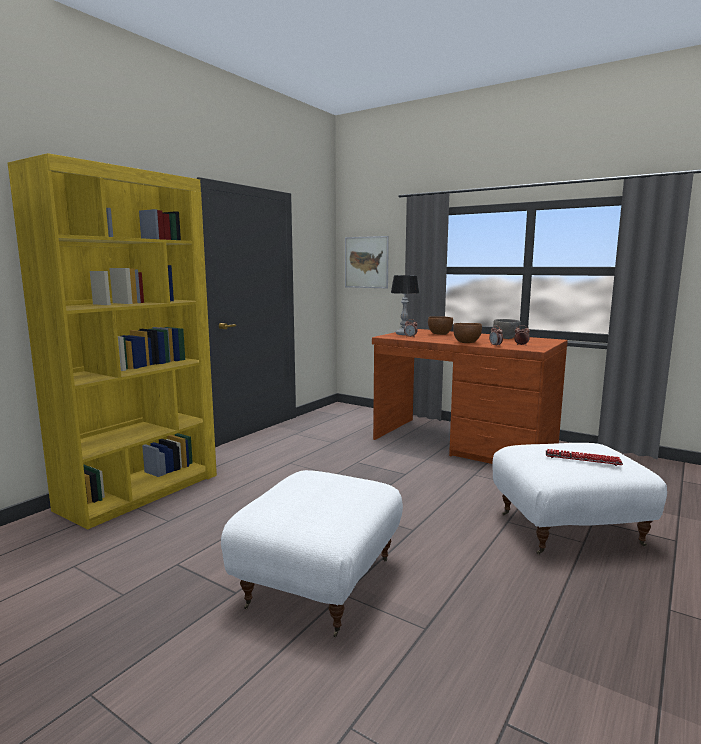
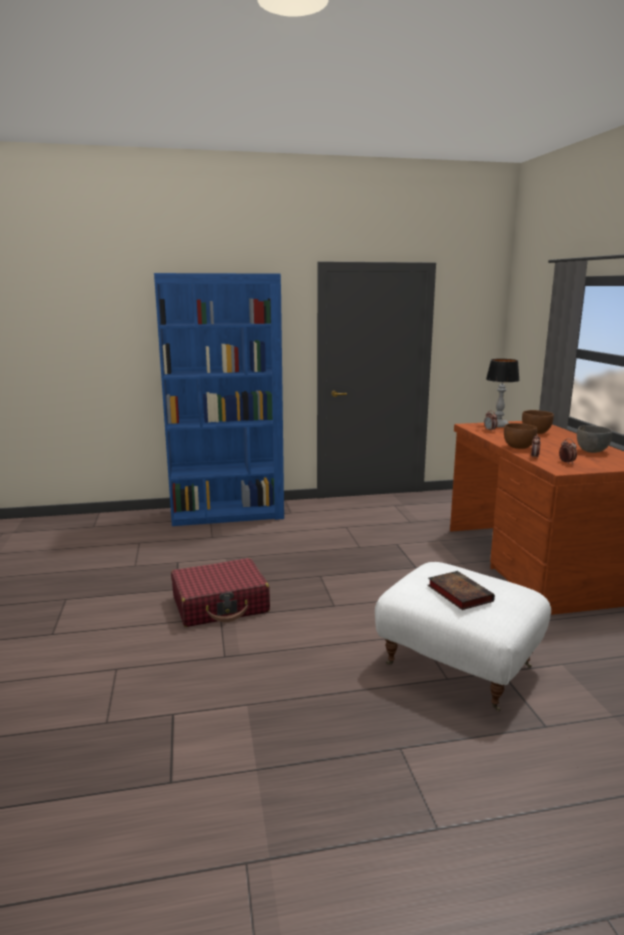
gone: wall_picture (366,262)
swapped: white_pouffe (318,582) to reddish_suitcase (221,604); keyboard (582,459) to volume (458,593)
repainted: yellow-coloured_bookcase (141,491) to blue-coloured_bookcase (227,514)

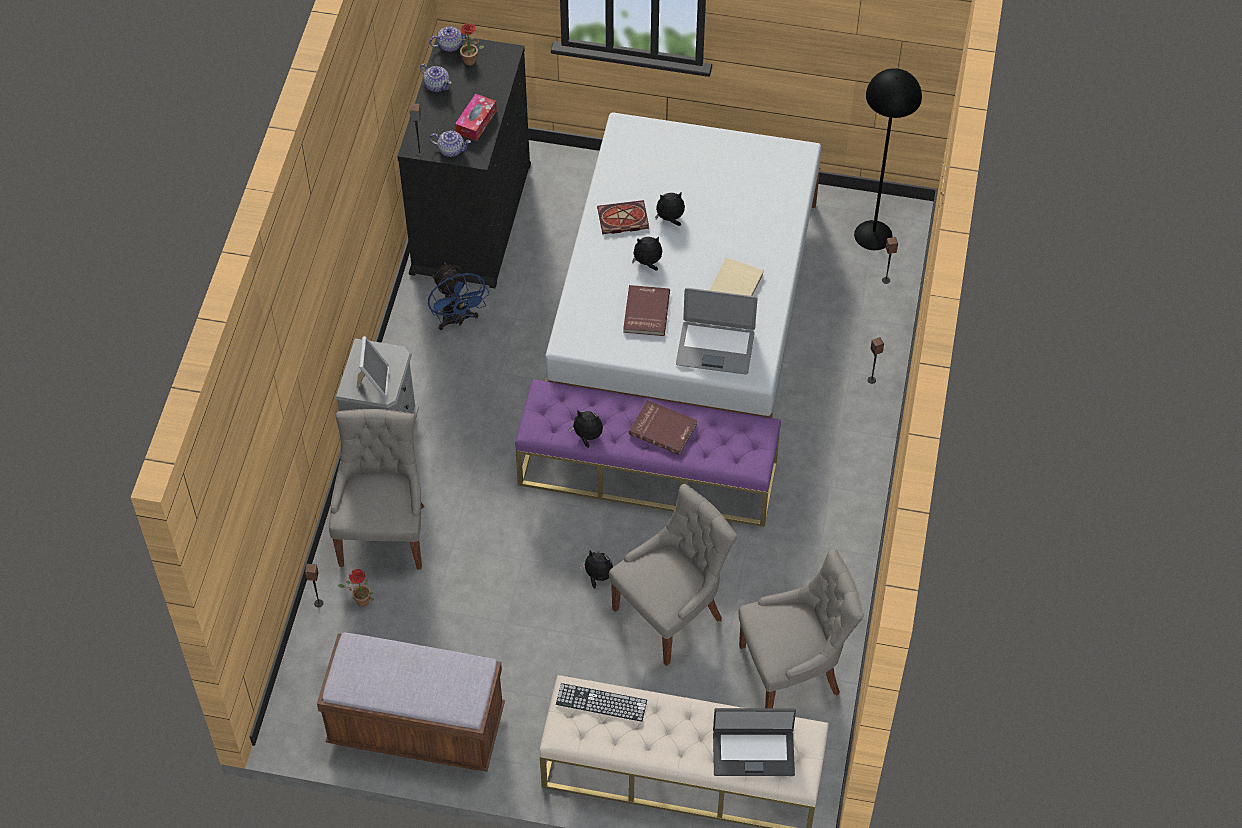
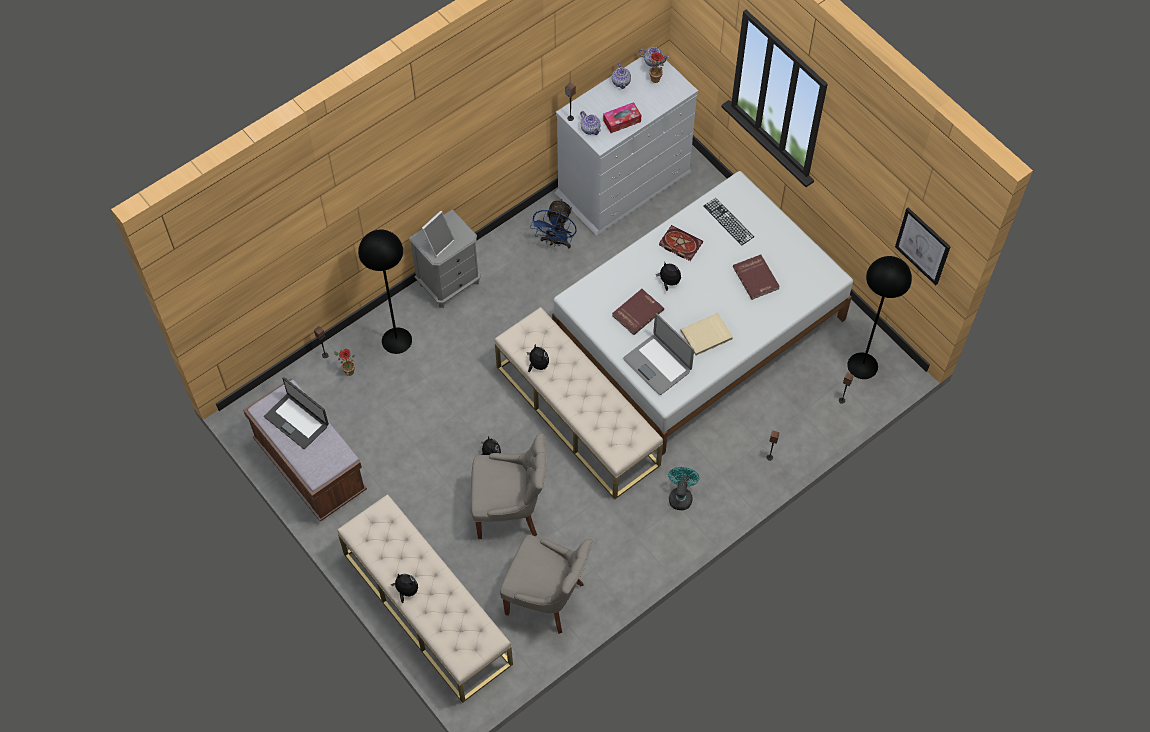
new: blue-green_fan (680,495); wall_picture (923,246)
shifted: laptop (753,752) to (297,420); cuddly_toy (670,218) to (406,591); keyboard (601,702) to (728,221); reddish_volume (663,428) to (756,278)
swapped: gray_chair (384,533) to blackish_standard_lamp (397,340)
repainted: purplish_long_seat (648,473) to sand-coloured_long_seat (577,415); blackish_chest_of_drawers (471,217) to white_chest_of_drawers (623,183)

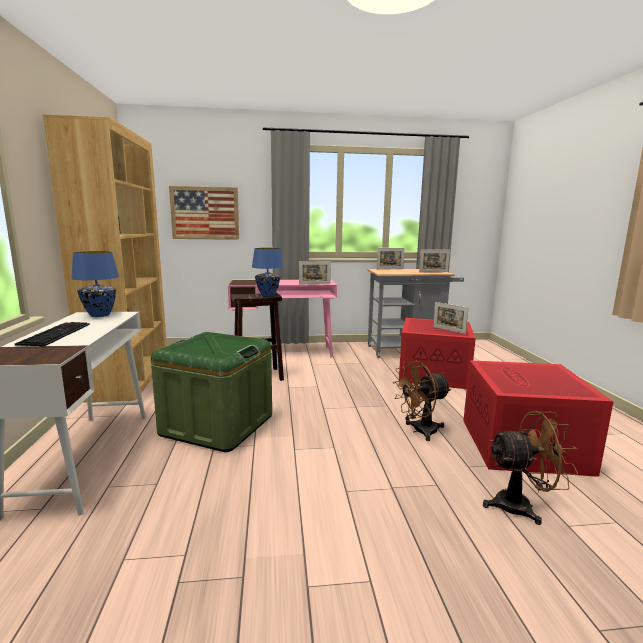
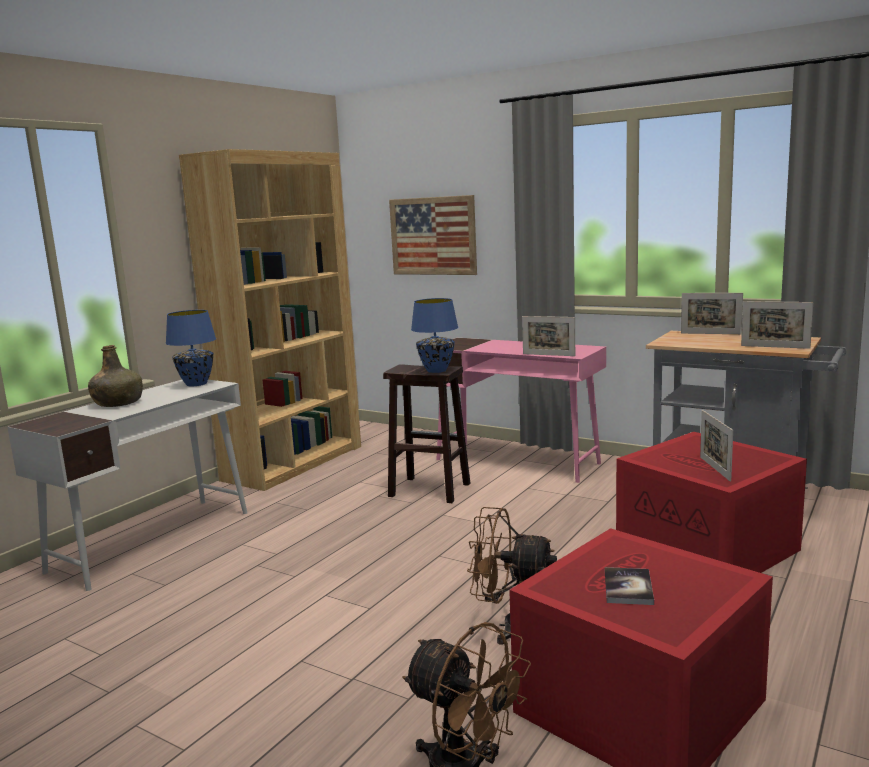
gone: green-coloured_storage_box (217,425)
new: volume (628,587)
swapped: keyboard (55,334) to green-coloured_drink_bottle (118,403)

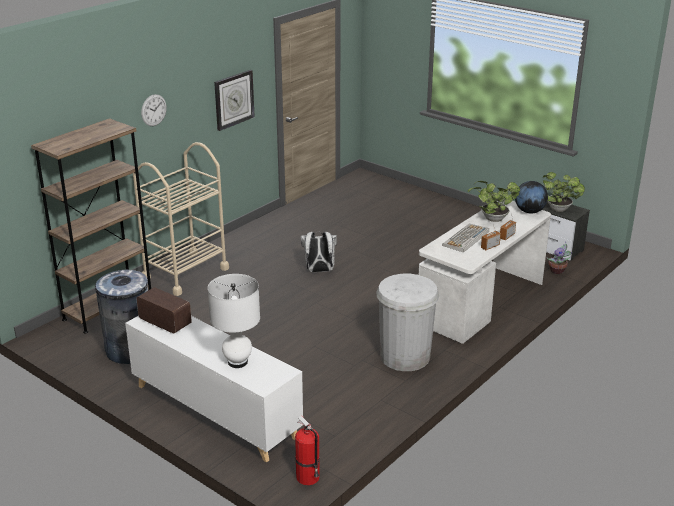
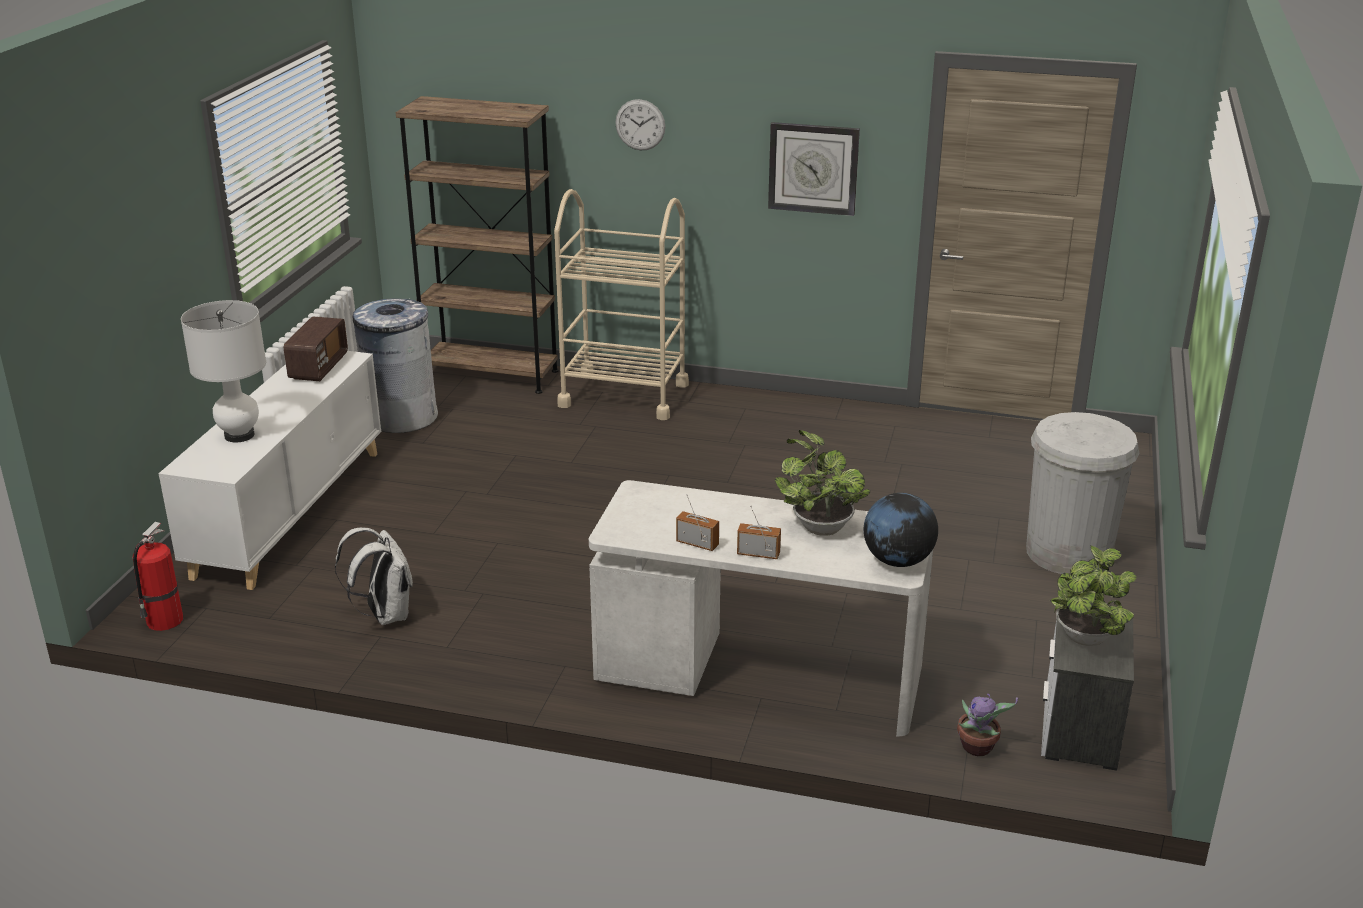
gone: keyboard (466,239)
shifted: white_backpack (319,271) to (384,615); white_rubbish_bin (405,356) to (1068,553)

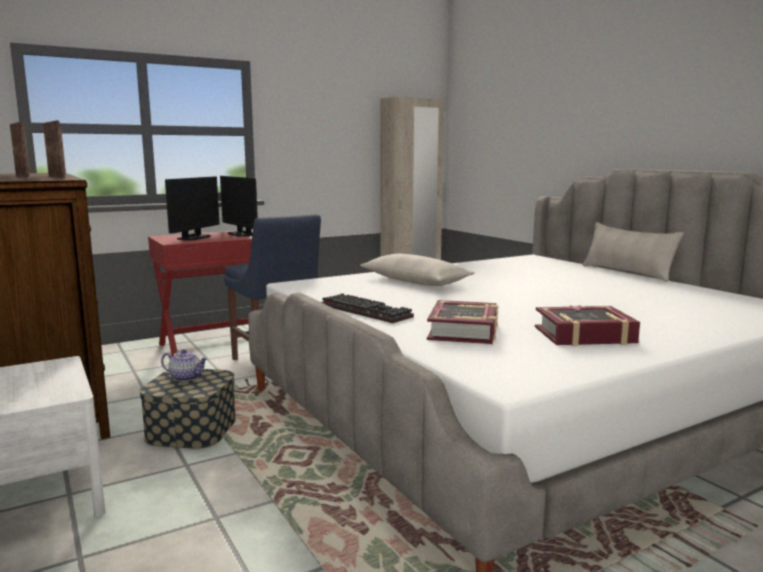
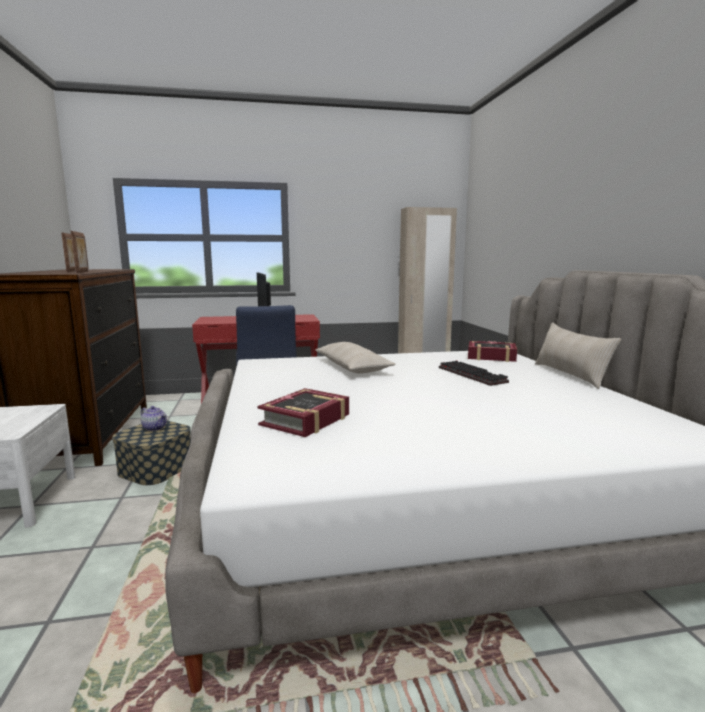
gone: computer_display (194,237)
shifted: keyboard (368,311) to (473,375); volume (584,335) to (491,357)

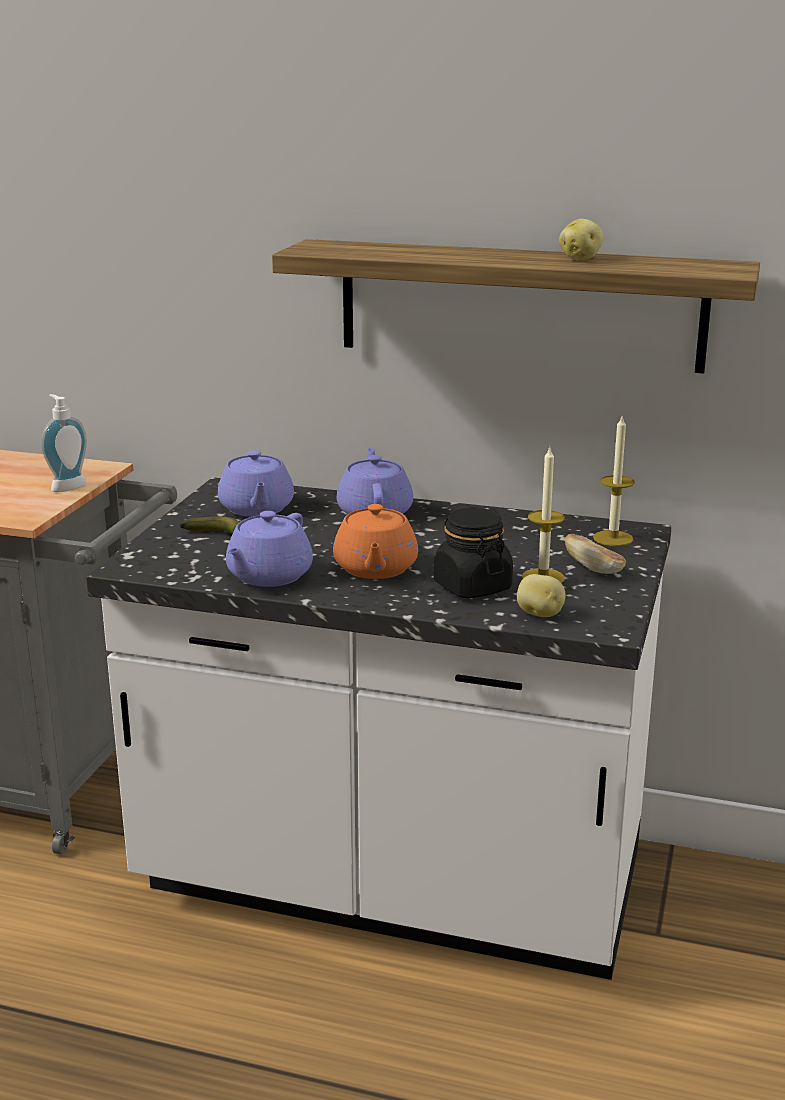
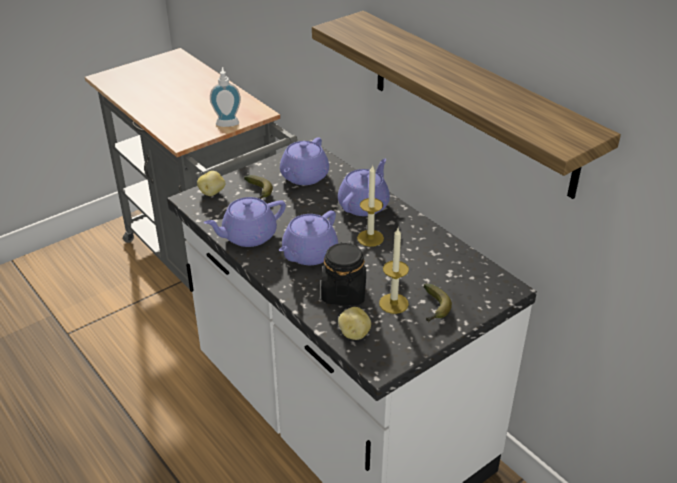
shifted: spud (581,258) to (212,193); candle (613,538) to (370,238)
swapped: bakery_bread (593,568) to banana_fruit (434,308)
repainted: orange-coloured_tea_pot (375,569) to purplish_tea_pot (309,254)

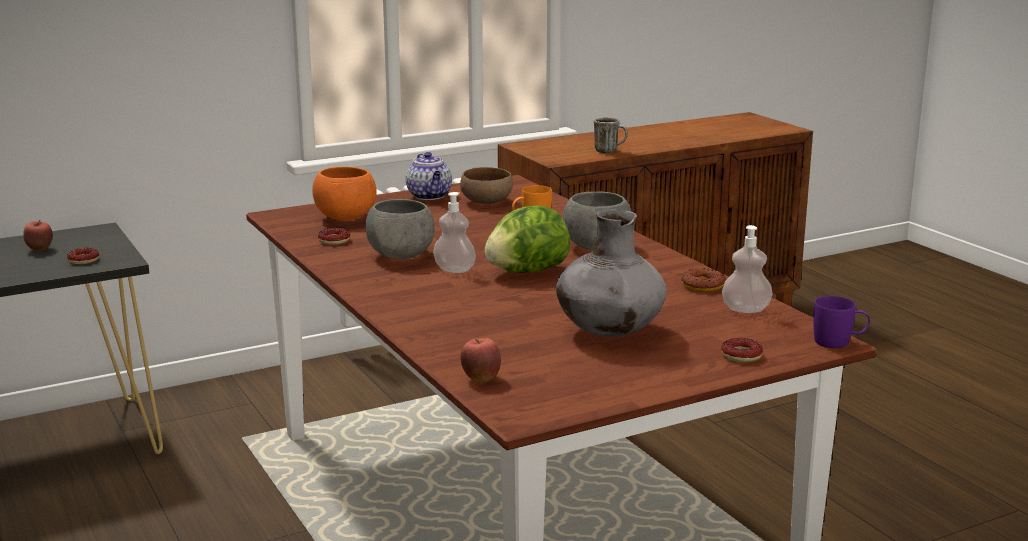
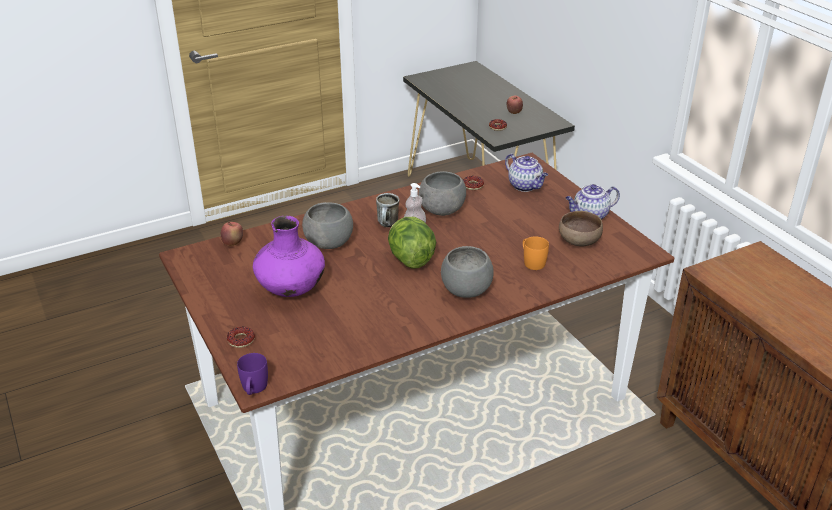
gone: ring_doughnut (703,285); soap_bottle (746,309)
new: gray_deep_dish (329,244)
shifted: tea_mug (610,151) to (388,225)
swapped: orange-coloured_deep_dish (345,217) to tea_pot (525,186)
repainted: gray_flower_vase (609,333) to purplish_flower_vase (291,289)

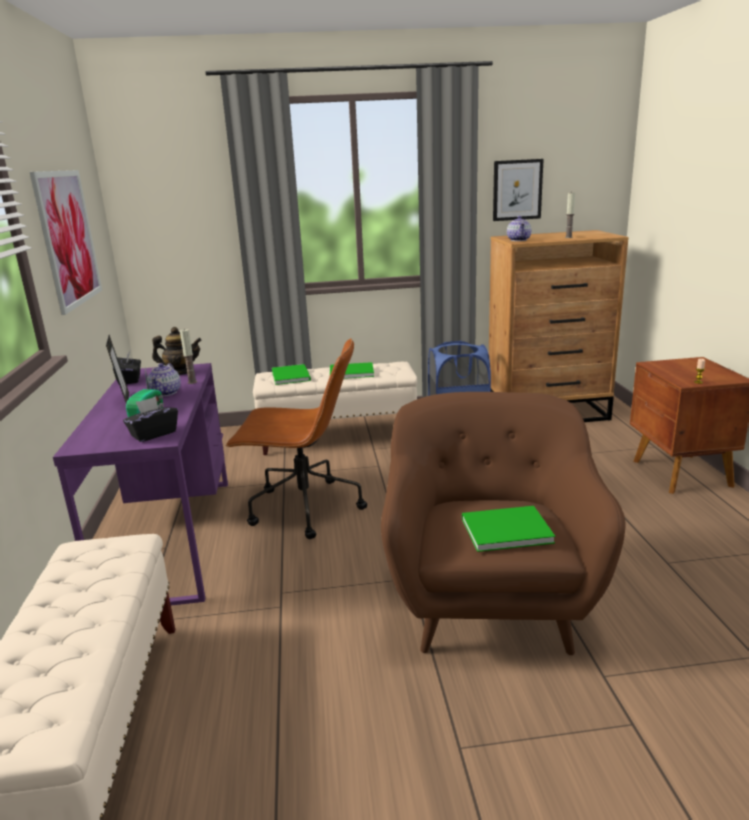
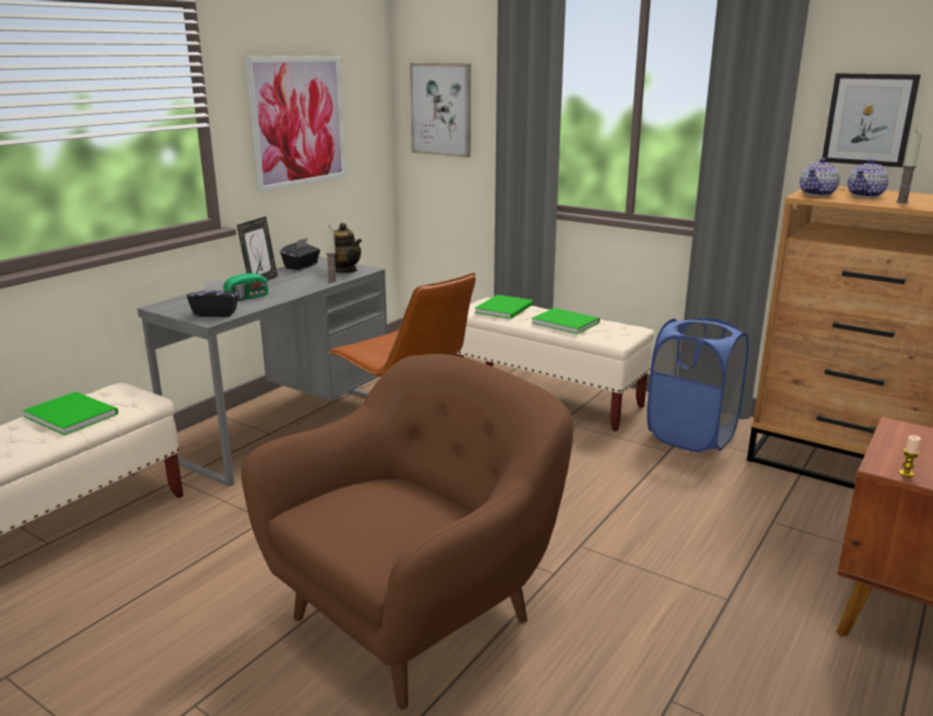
new: wall_picture (441,109)
shifted: green-coloured_volume (503,529) to (72,414); tea_pot (166,392) to (866,195)
repainted: purplish_desk_unit (172,538) to gray_desk_unit (285,427)

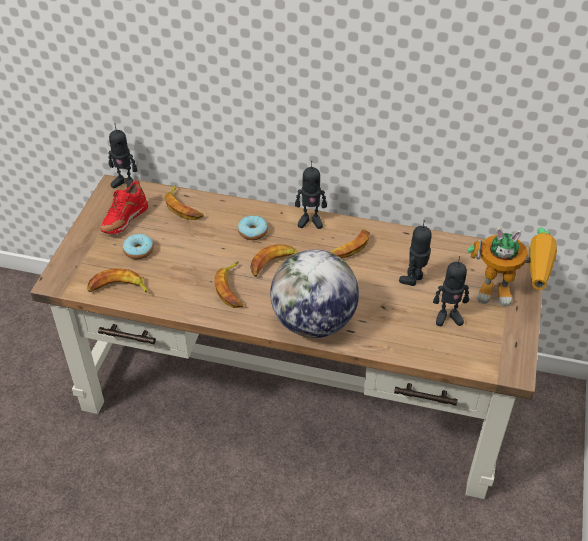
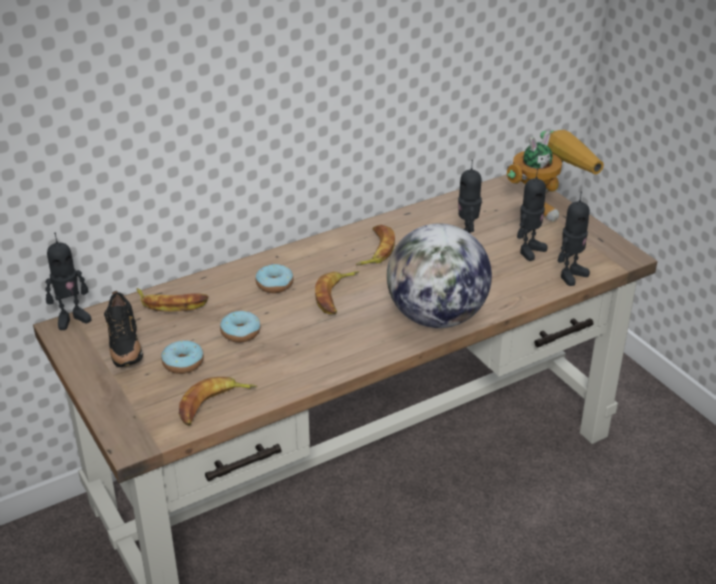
gone: banana_fruit (232,288)
new: ring_doughnut (240,333)
shifted: model_robot (310,221) to (570,275)
repainted: reddish_shoe (124,221) to blackish_shoe (125,349)

